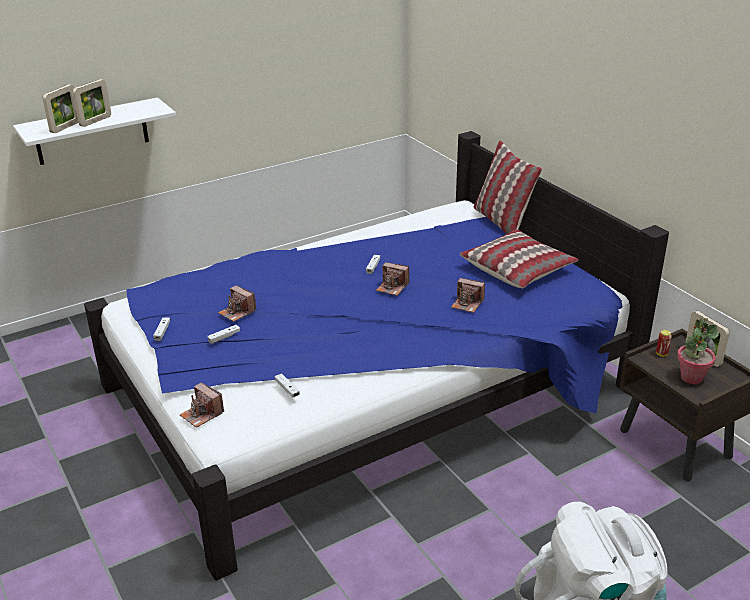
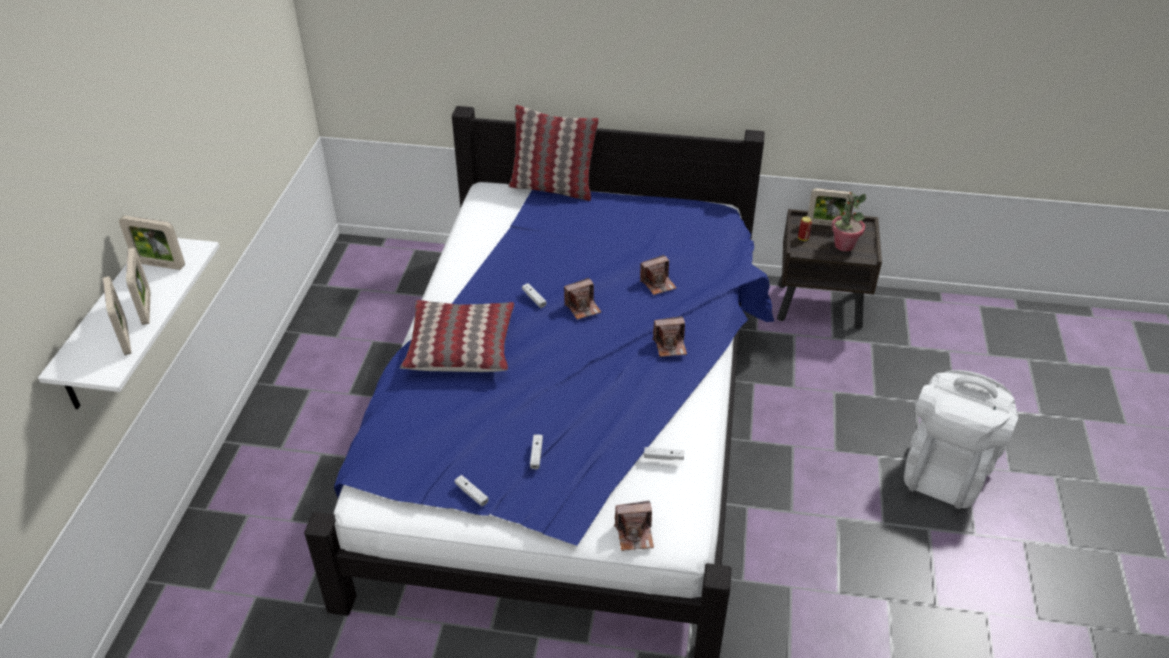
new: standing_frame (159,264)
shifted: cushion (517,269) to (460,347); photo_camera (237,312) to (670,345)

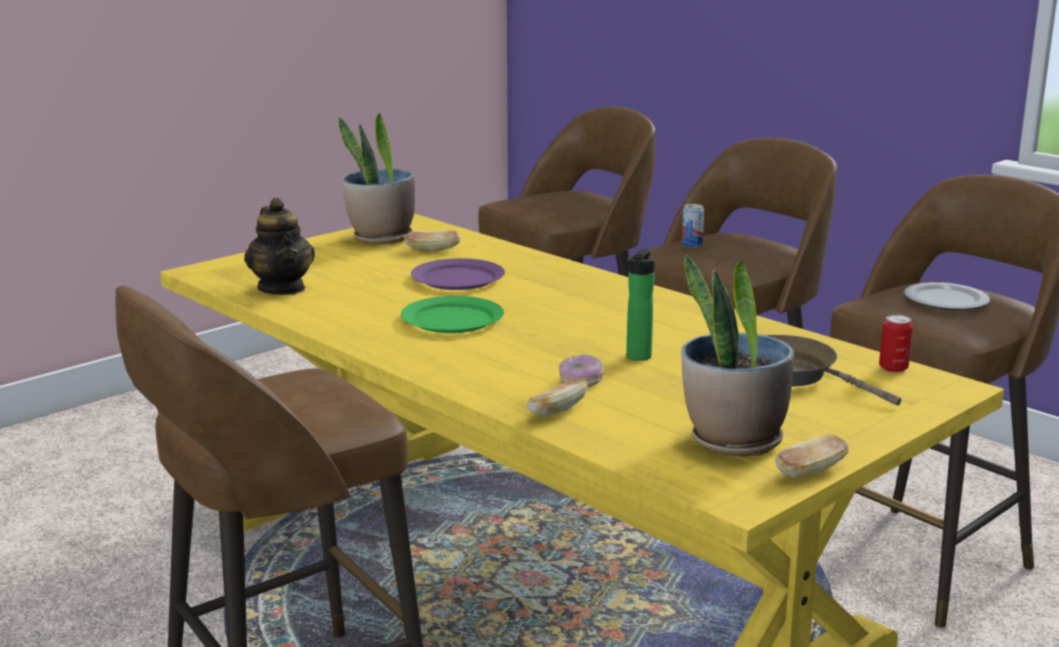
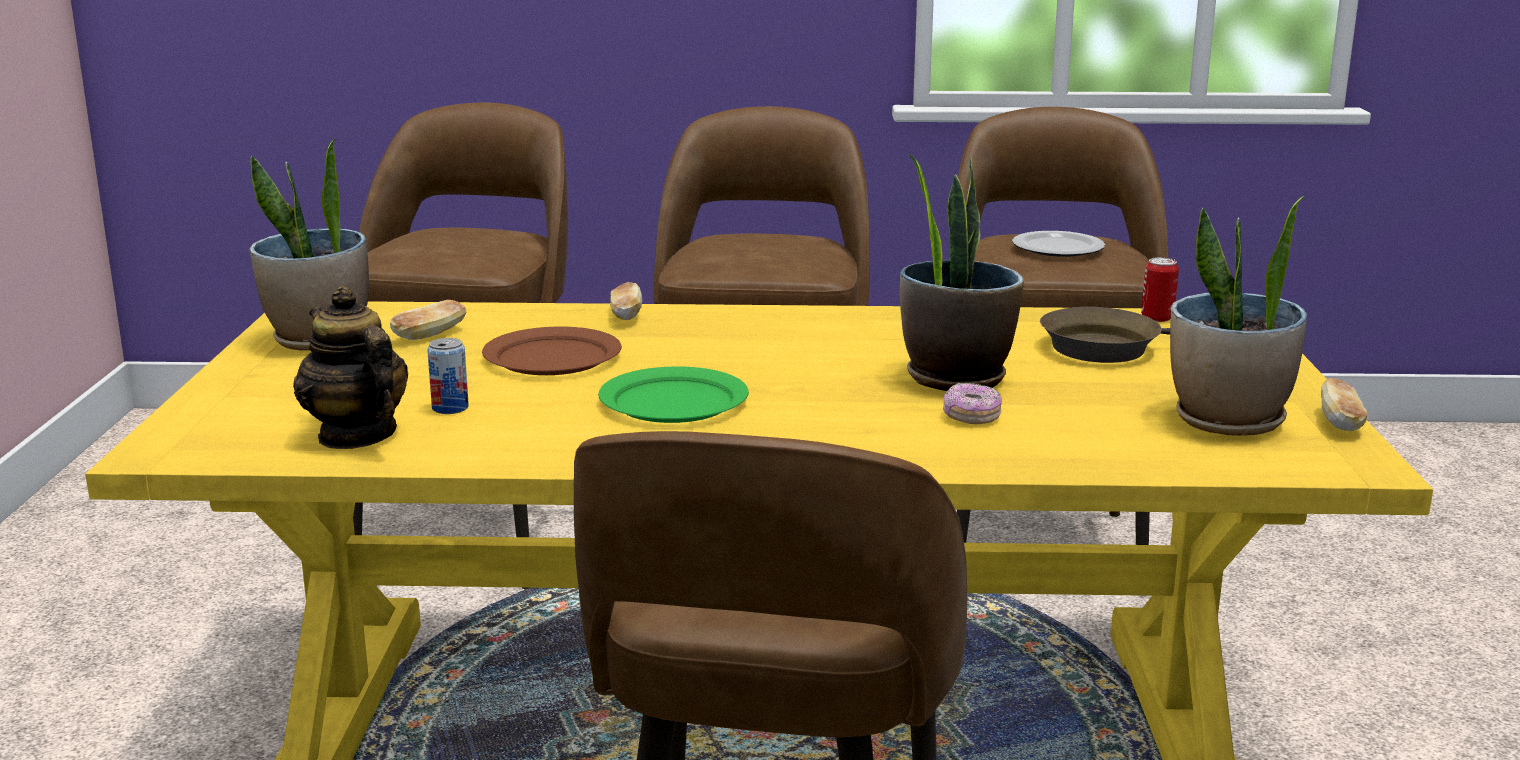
shifted: sealed_can (692,245) to (450,408); bakery_bread (557,411) to (625,316)
swapped: drink_bottle (637,358) to plant_in_a_pot (955,378)
repainted: purplish_plate (457,278) to brown_plate (551,357)
rotated: tea_pot (282,288) = (356,435) 150 degrees counterclockwise

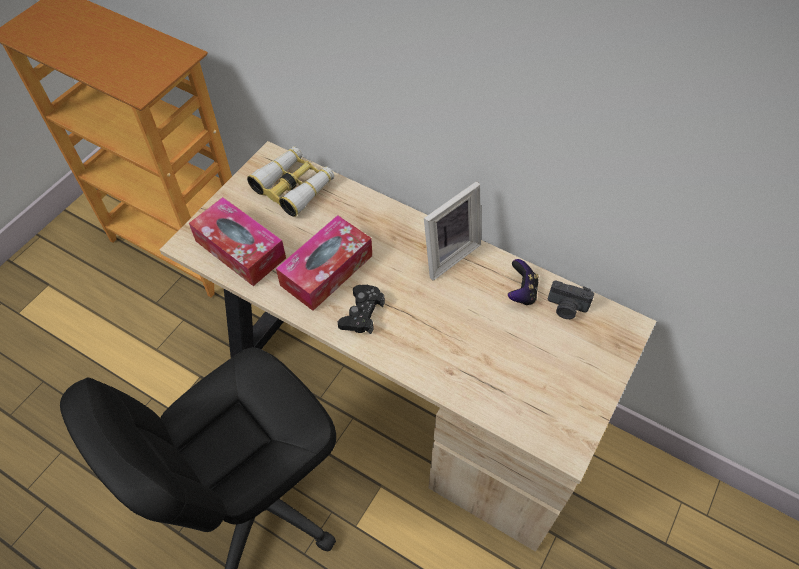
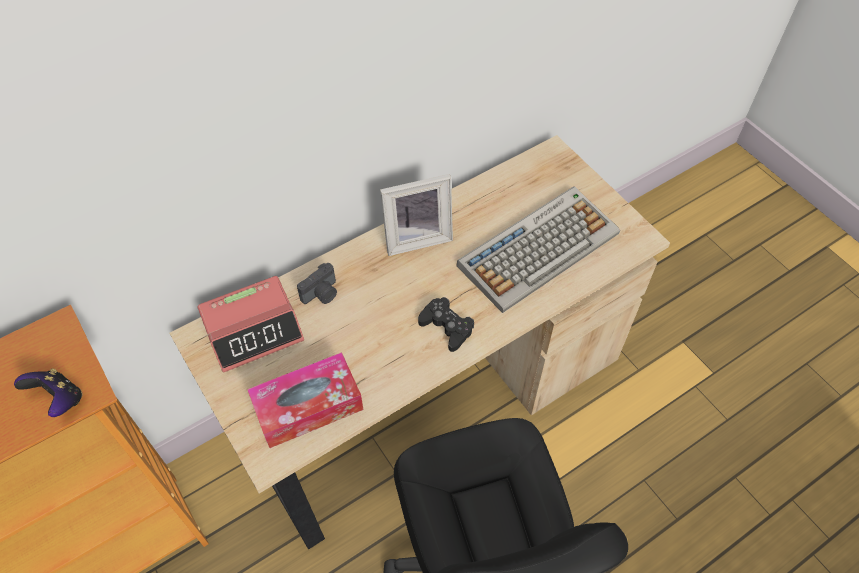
gone: box_of_tissues (326,270)
new: keyboard (539,248)
shifted: gamepad (521,292) to (59,399); photo_camera (566,308) to (322,294)
swapped: pair_of_binoculars (293,186) to alarm_clock (254,330)
rotated: standing_frame (447,253) = (416,237) 90 degrees clockwise

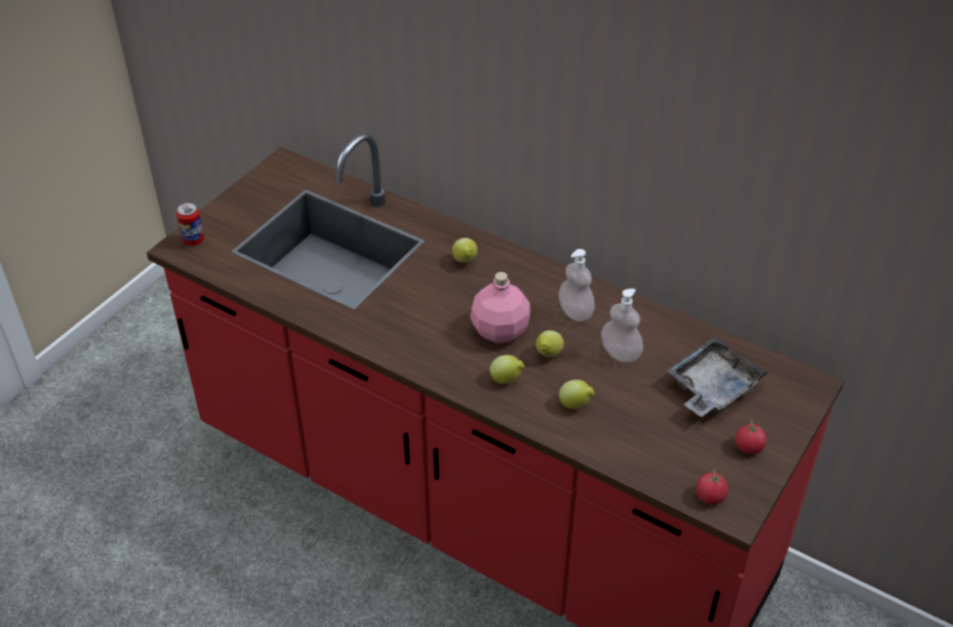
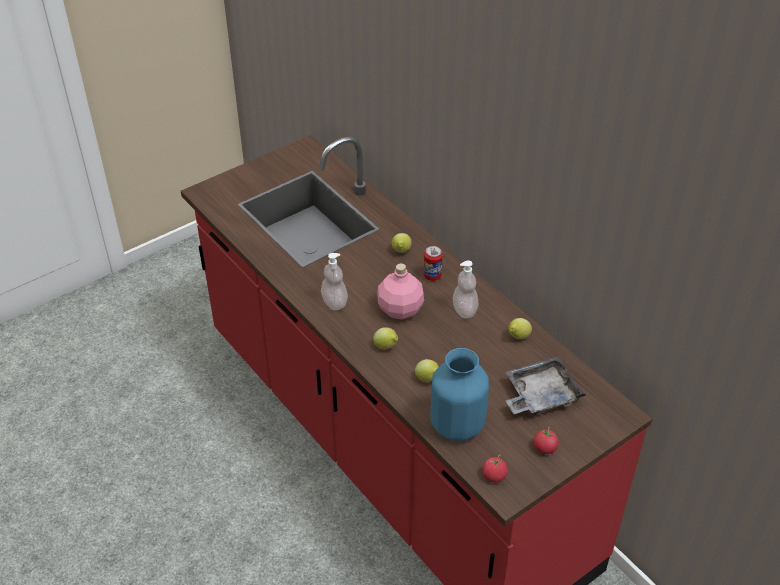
new: blue-coloured_flower_vase (456,426)
shifted: soap_bottle (620,353) to (334,302); sealed_can (193,240) to (432,276); citrus_fruit (548,355) to (518,337)

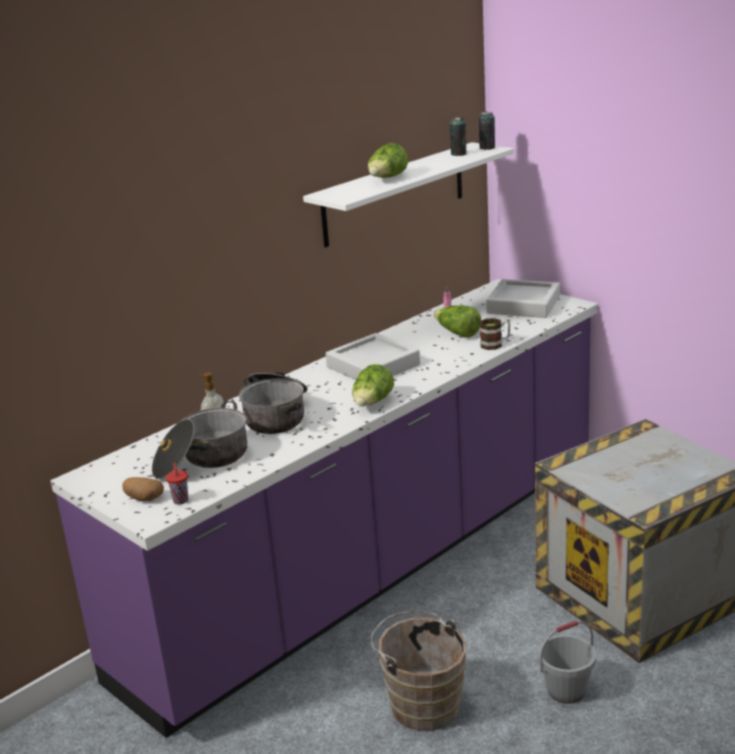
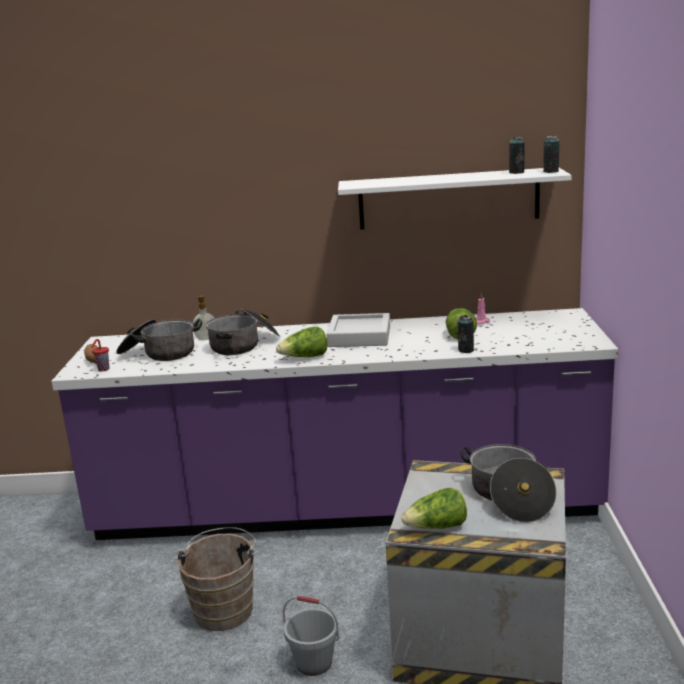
gone: gray_serving_tray (523,305)
new: saucepot (509,496)
shifted: head_of_lettuce (387,178) to (437,527)
swapped: tea_mug (495,344) to sealed_can (466,350)

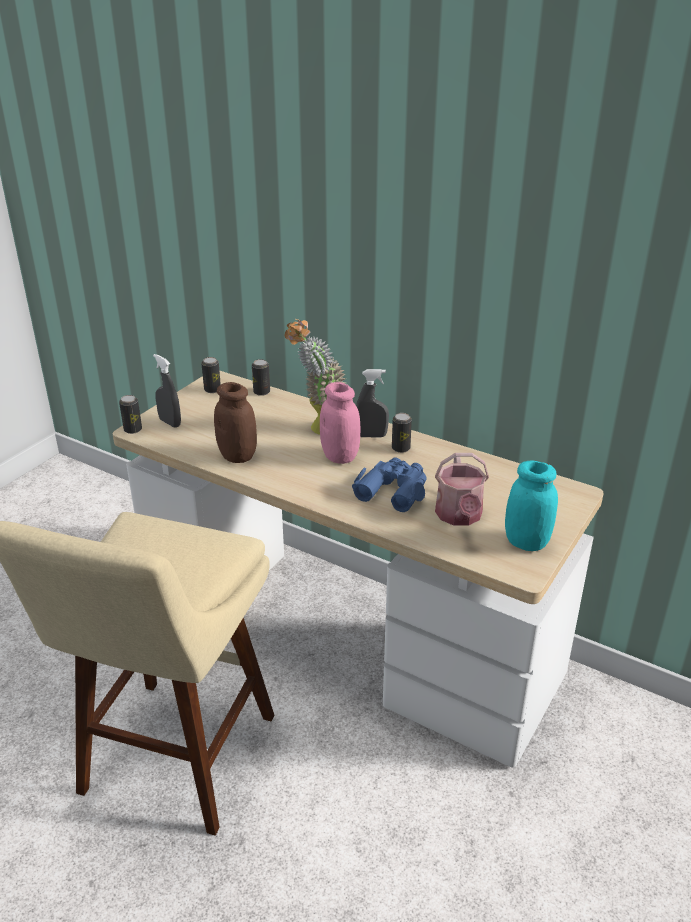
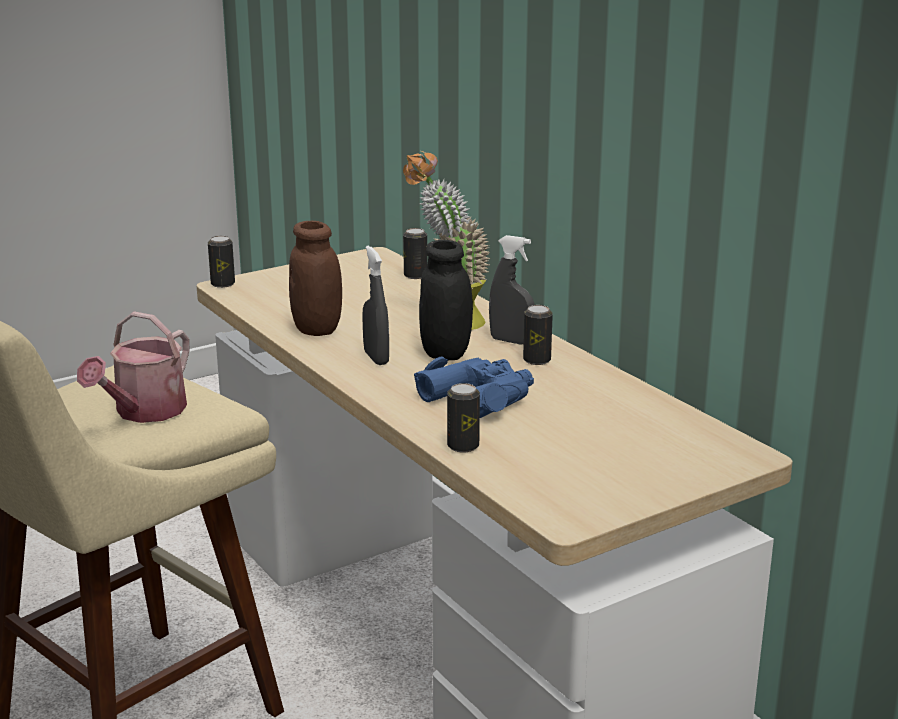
gone: blue-green_jar (526,542)
shifted: watering_pot (459,516) to (144,412); gray_sprayer (170,422) to (376,358); sealed_can (212,389) to (463,446)
repainted: pink-coloured_jar (340,456) to blackish_jar (445,353)

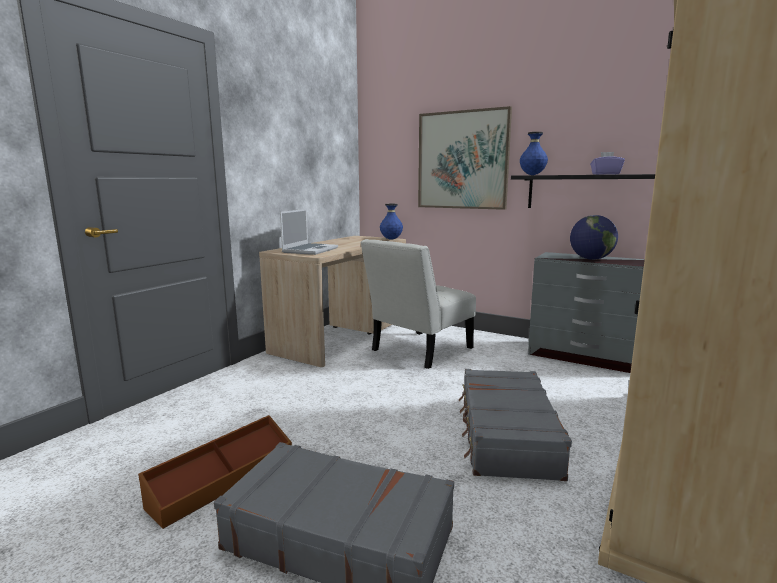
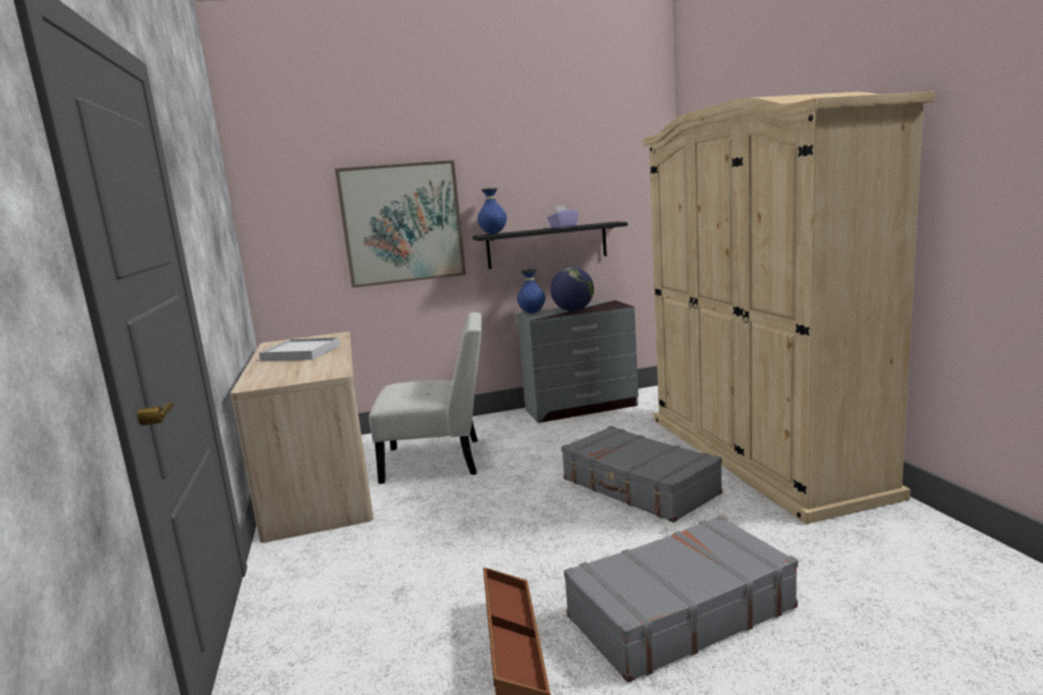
gone: laptop (310,250)
new: white_serving_tray (301,353)
shifted: blue-coloured_flower_vase (391,239) to (532,313)
rotated: white_chair (418,351) = (439,460) 90 degrees counterclockwise

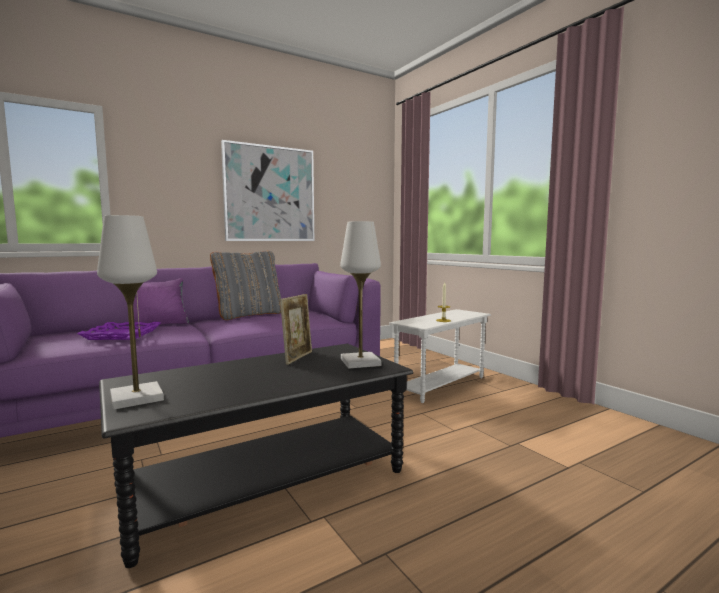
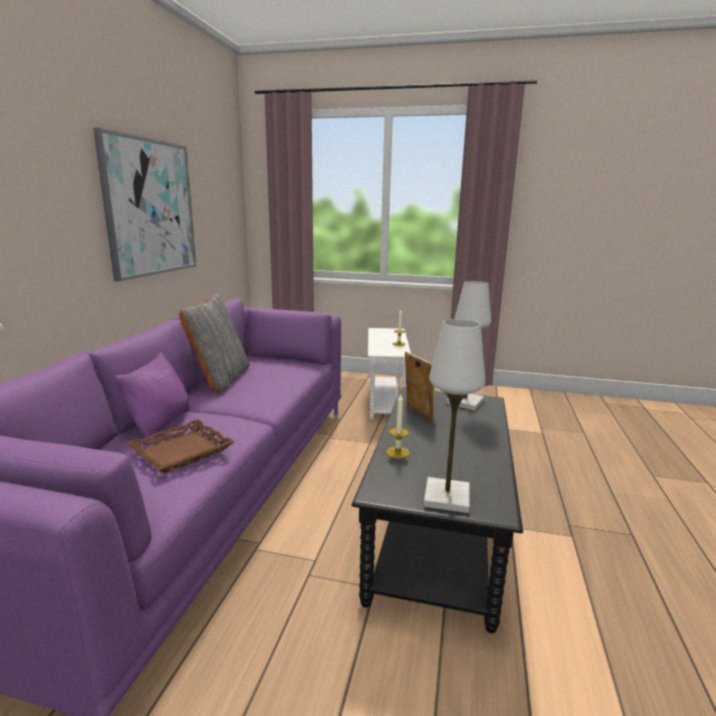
new: candle (397,452)
repainted: purplish_serving_tray (121,335) to brown_serving_tray (181,452)

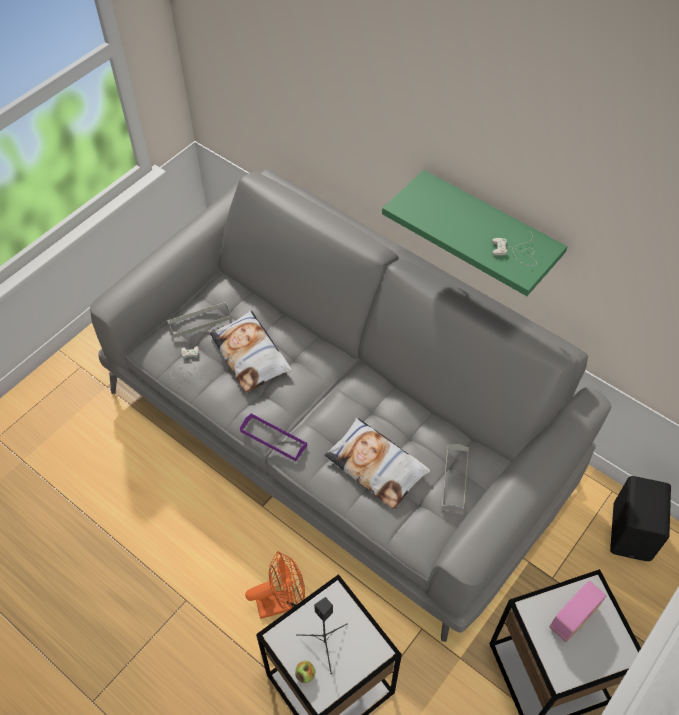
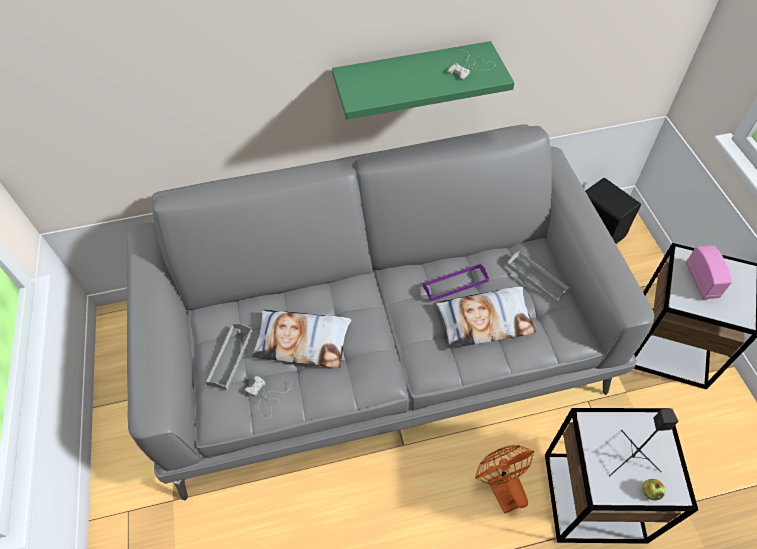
shifted: purplish_serving_tray (273,438) to (455,284)
rotated: orange-coloured_fan (282,602) = (500,487) 45 degrees counterclockwise

